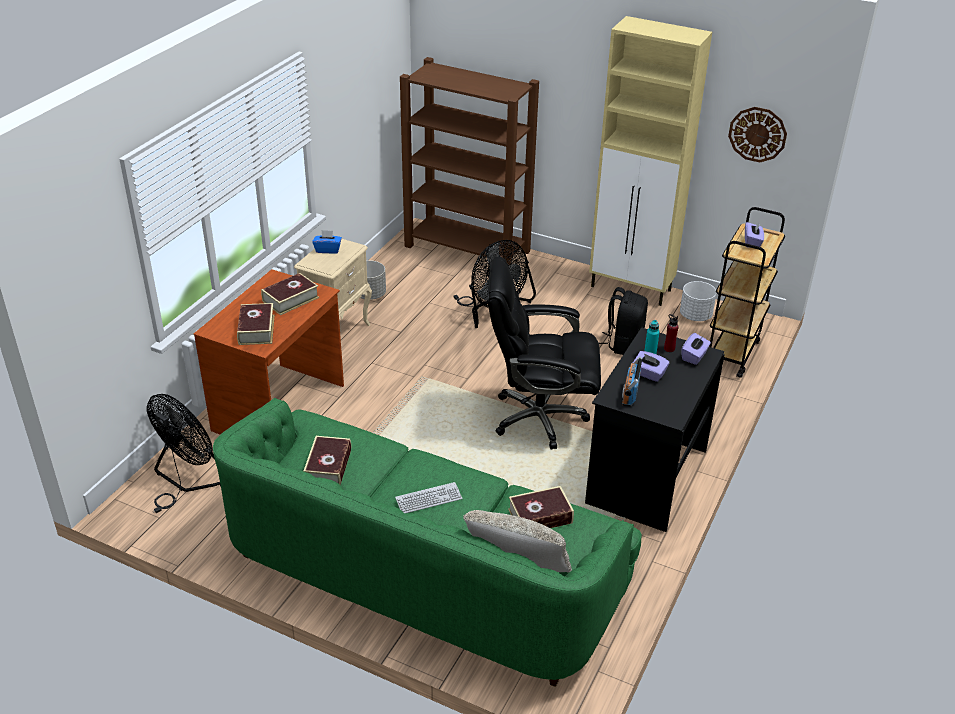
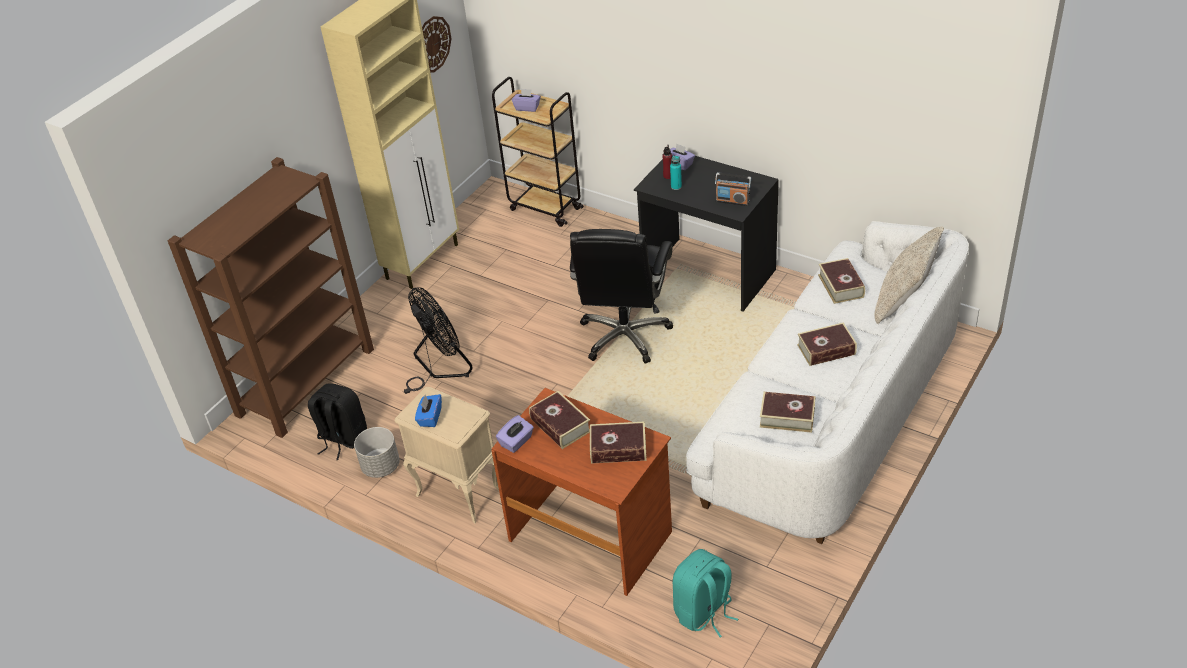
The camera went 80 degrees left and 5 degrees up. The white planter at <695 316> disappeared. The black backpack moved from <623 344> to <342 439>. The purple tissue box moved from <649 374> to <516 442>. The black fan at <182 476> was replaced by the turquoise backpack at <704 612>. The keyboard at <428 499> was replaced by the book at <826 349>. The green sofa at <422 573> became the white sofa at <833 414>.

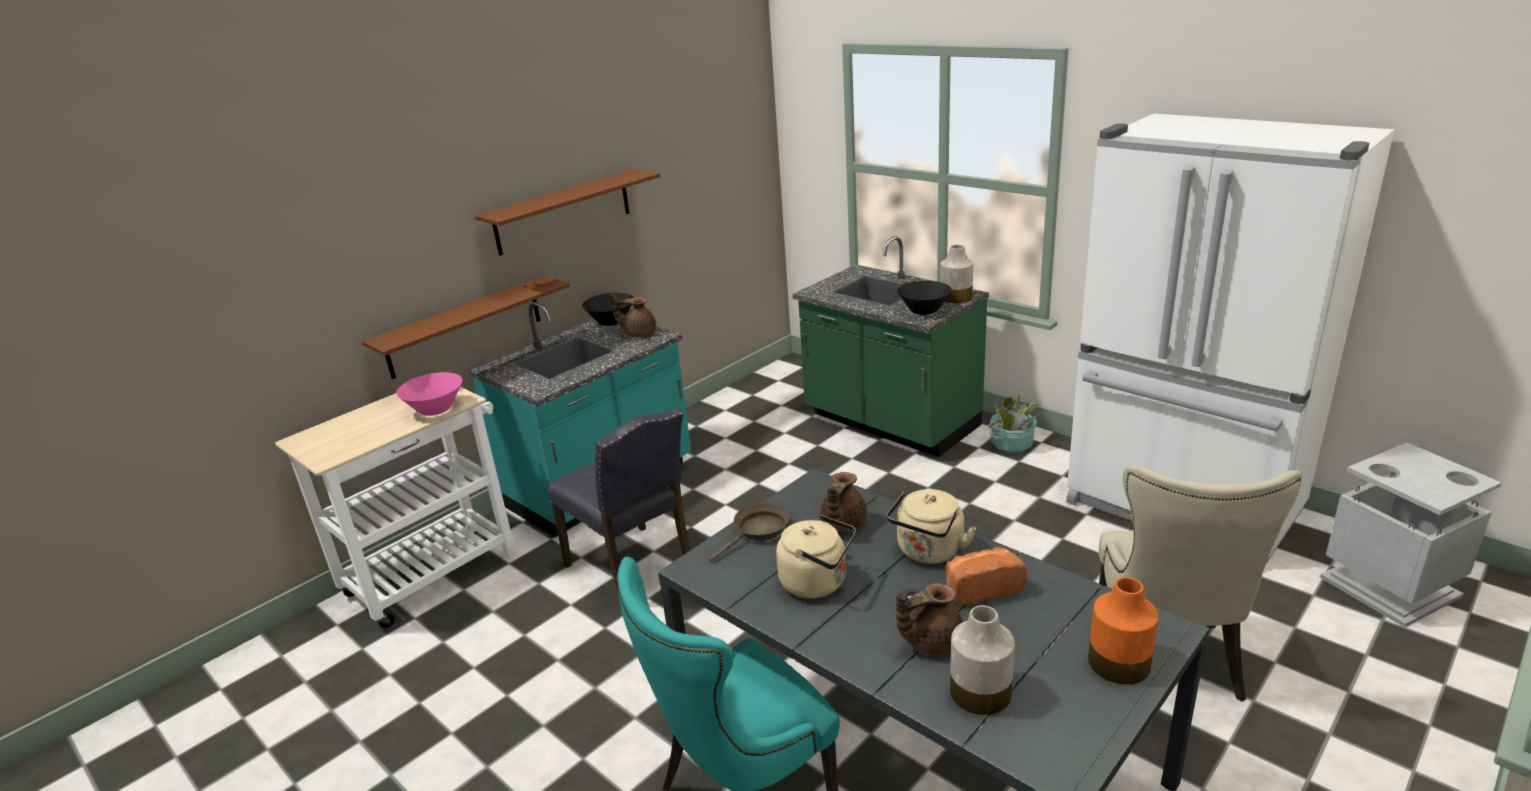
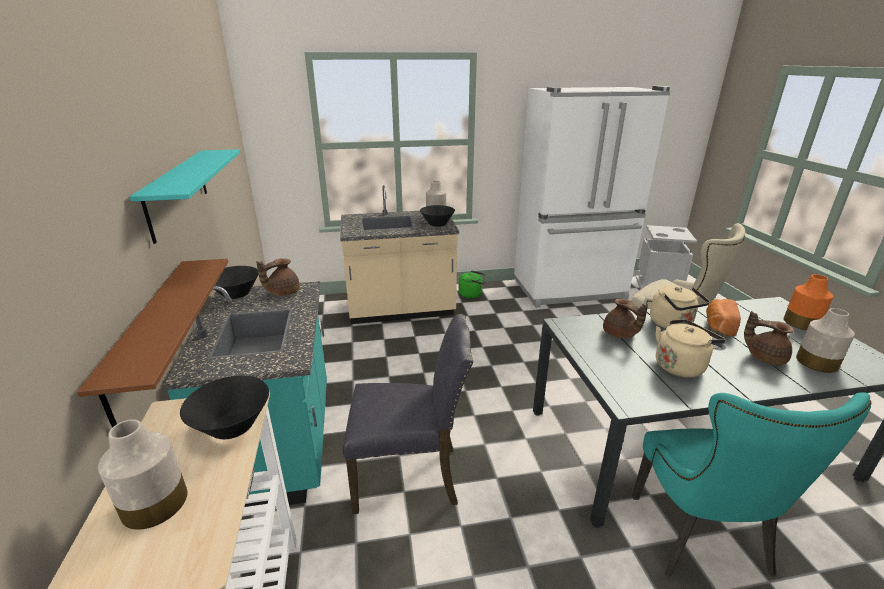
The camera went 55 degrees left and 0 degrees up. The brown frying pan at <758 531> disappeared. The beige vase at <154 502> appeared. The potted plant at <1012 444> was replaced by the green kettle at <472 294>. The pink bowl at <436 409> became the black bowl at <233 426>. The brown shelf at <563 212> became the turquoise shelf at <177 192>. The green counter at <890 422> became the beige counter at <401 310>. The brown teapot at <931 642> turned 105 degrees clockwise.

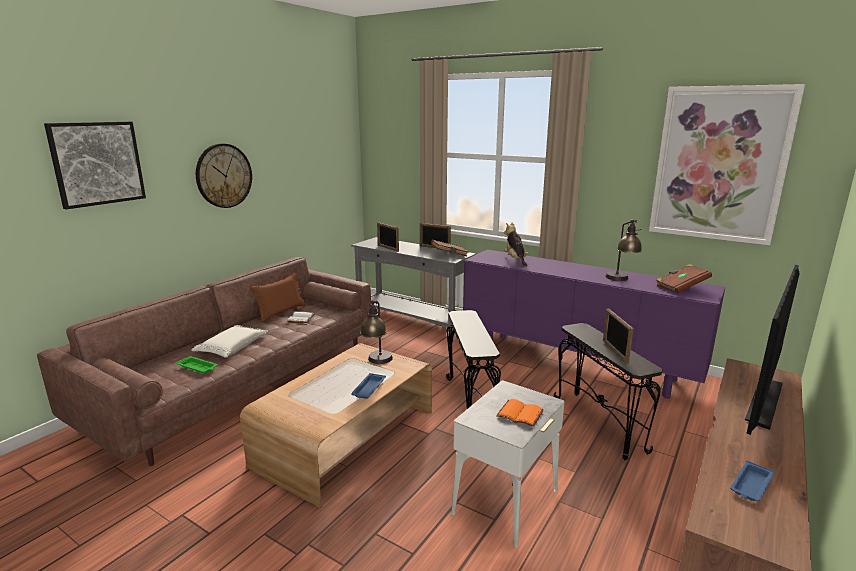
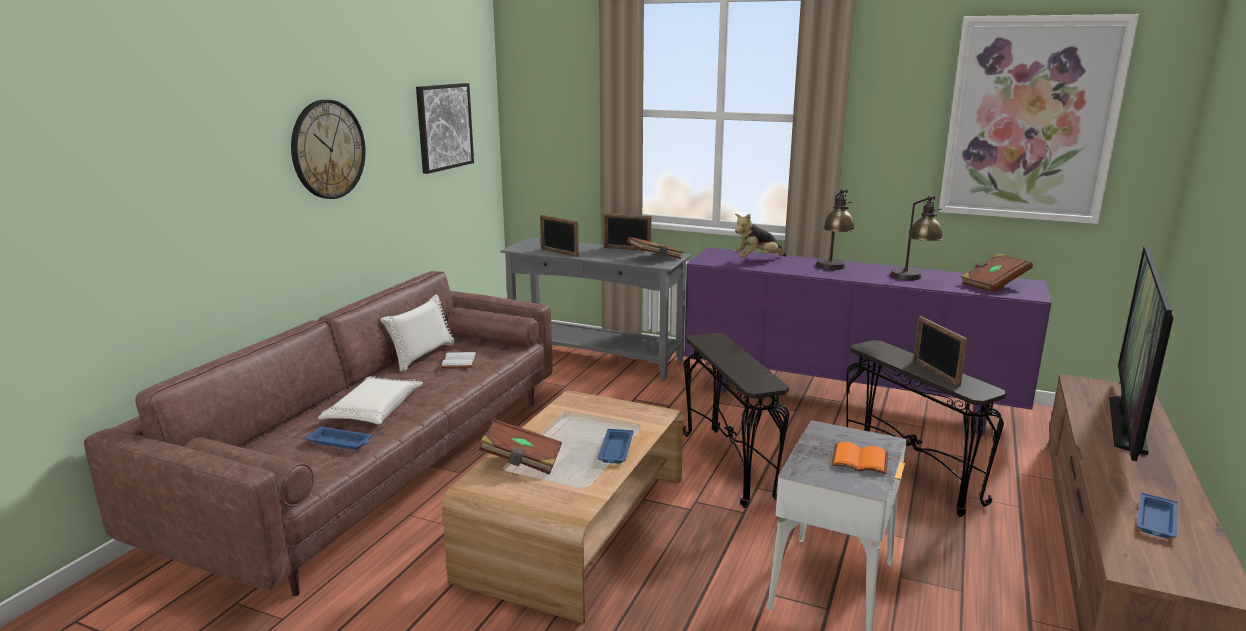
The camera went 10 degrees left and 0 degrees up. The brown book at <522 461> appeared. The picture moved from <97 163> to <444 127>. The table lamp moved from <377 363> to <832 269>. The green tray at <198 367> became the blue tray at <340 442>. The brown pillow at <281 312> became the white pillow at <422 356>. The plush toy at <515 260> turned 90 degrees counterclockwise.

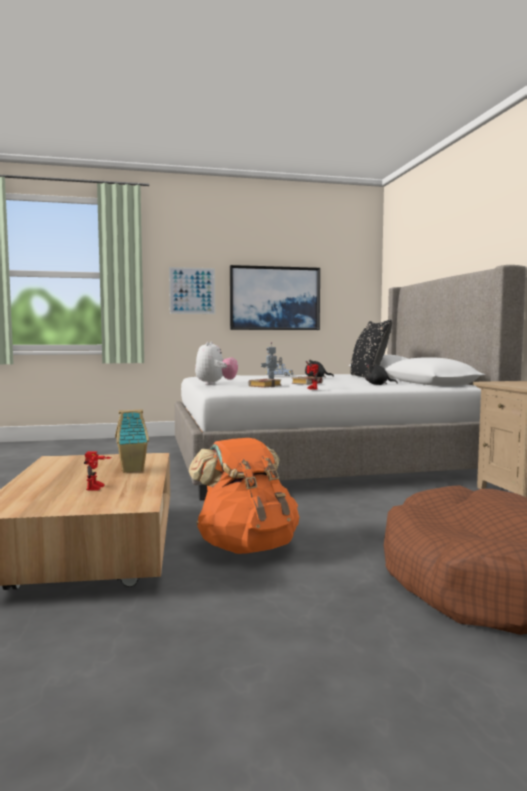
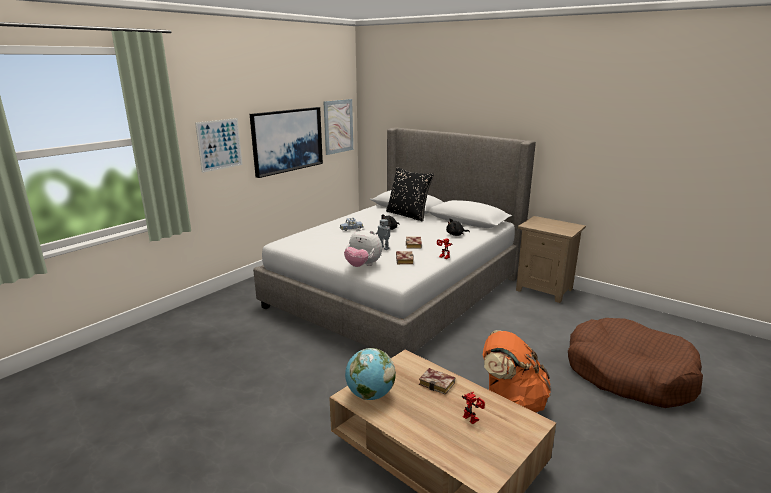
The camera went 40 degrees left and 15 degrees up. The picture at <338 126> appeared. The globe at <370 395> appeared. The toy house at <133 469> was replaced by the book at <438 384>. The plush toy at <215 384> turned 150 degrees clockwise.

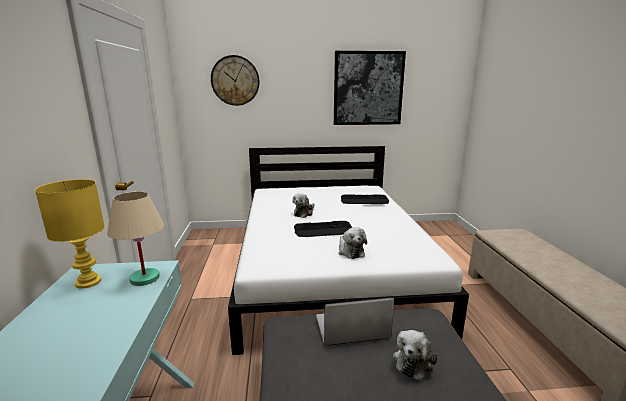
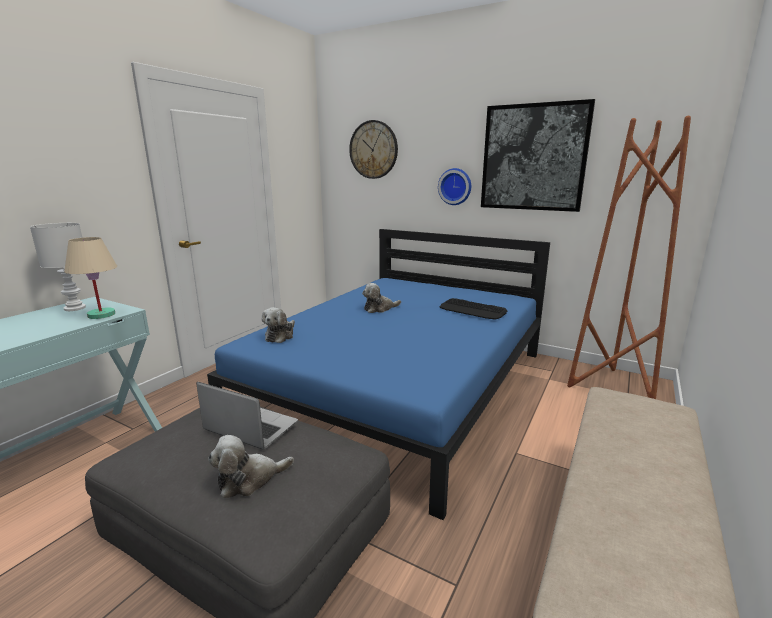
The camera went 35 degrees right and 0 degrees up. The keyboard at <323 230> disappeared. The wall clock at <455 186> appeared. The brown clothes rack at <611 387> appeared. The plush toy moved from <350 251> to <280 336>. The yellow table lamp at <88 283> became the white table lamp at <74 308>. The white bed at <329 268> became the blue bed at <401 385>.

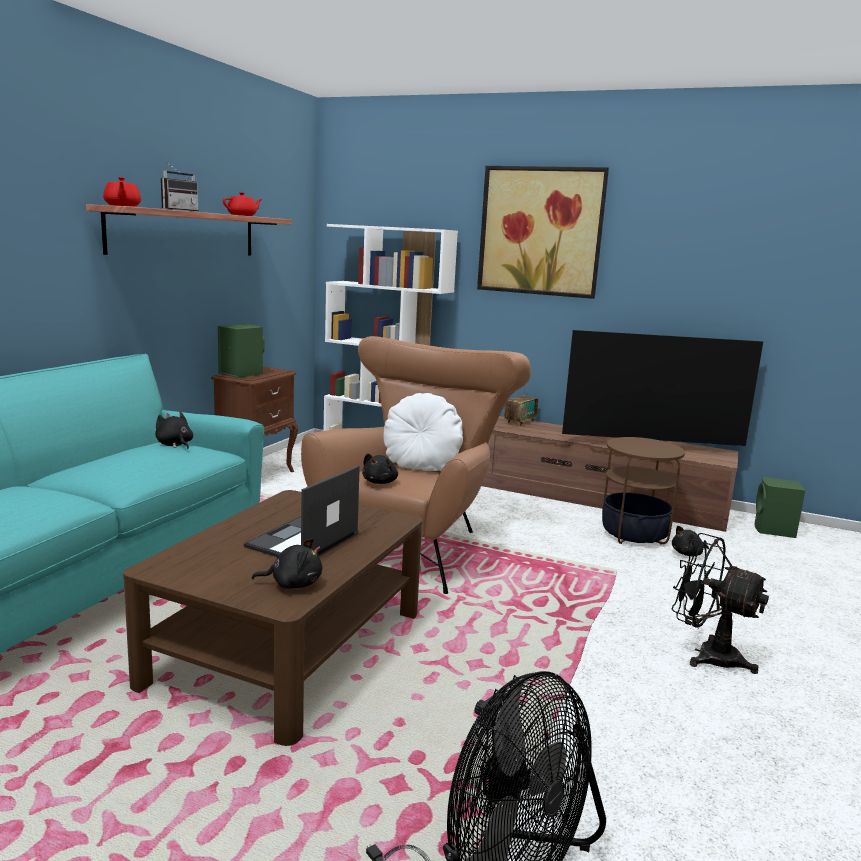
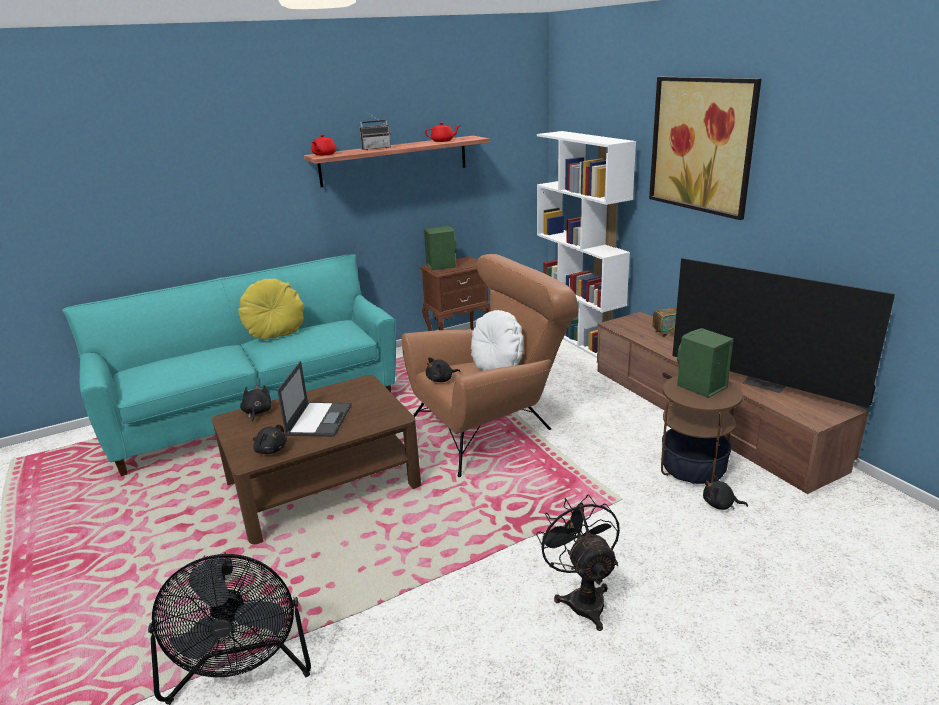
The camera went 40 degrees right and 10 degrees up. The yellow pillow at <276 335> appeared. The black plush toy moved from <175 445> to <257 412>. The green speaker moved from <774 531> to <700 387>. The laptop at <302 541> turned 120 degrees clockwise.

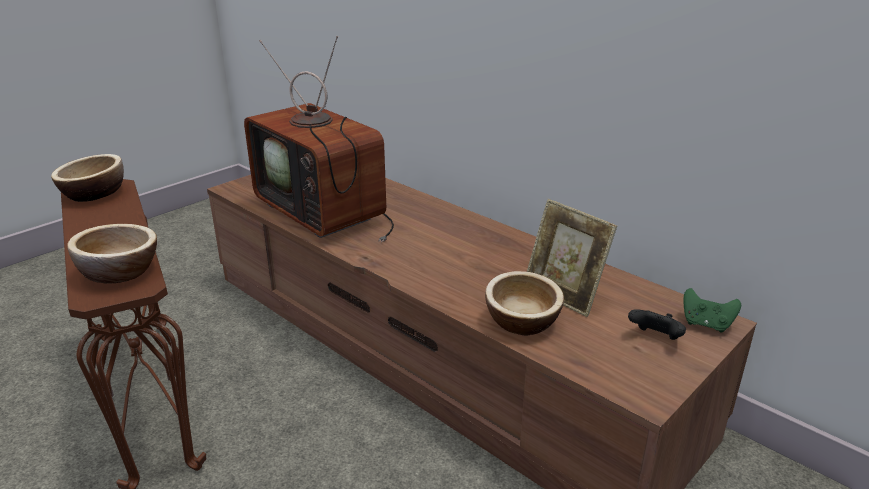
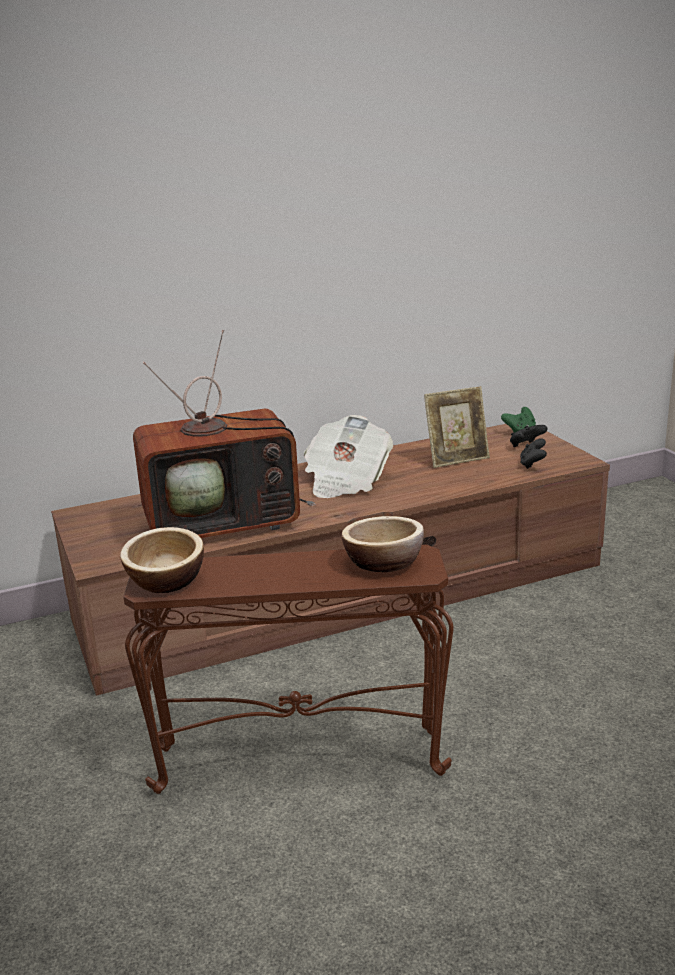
The camera went 65 degrees left and 5 degrees down. The bowl at <522 321> disappeared. The newspaper at <346 481> appeared. The black game controller at <532 464> appeared.

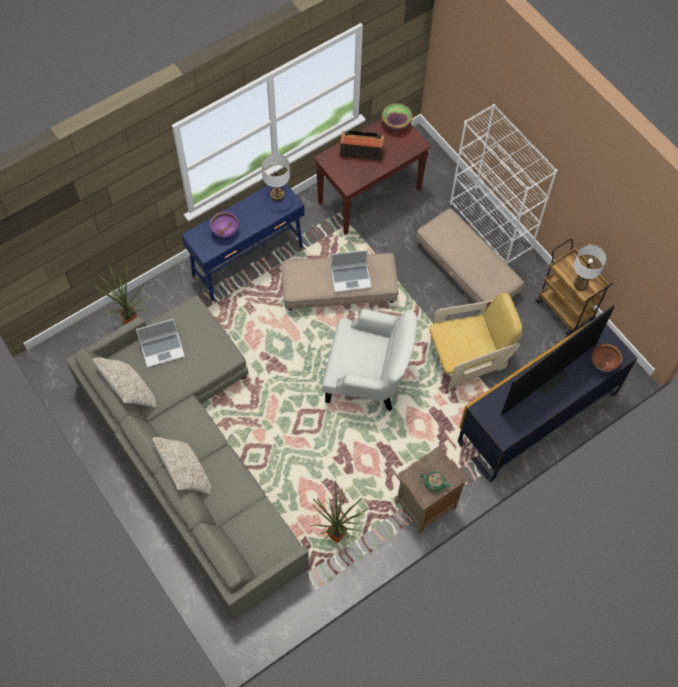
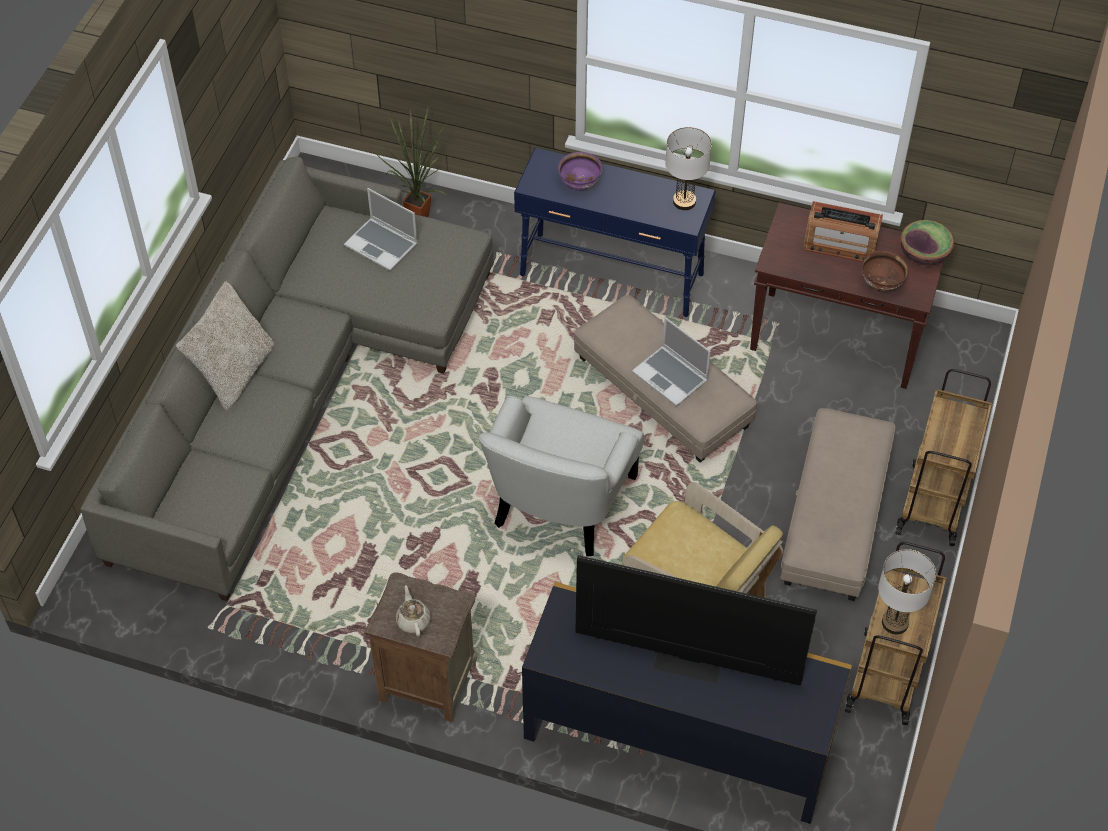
The camera went 55 degrees right and 10 degrees down. The beige pillow at <129 392> disappeared. The potted plant at <338 534> disappeared. The brown bowl moved from <603 363> to <881 284>. The white bookcase at <491 227> was replaced by the brown cart at <932 505>. The green teapot at <433 483> became the beige teapot at <413 620>. The white armchair at <368 377> turned 45 degrees clockwise. The radio at <361 151> turned 135 degrees clockwise.

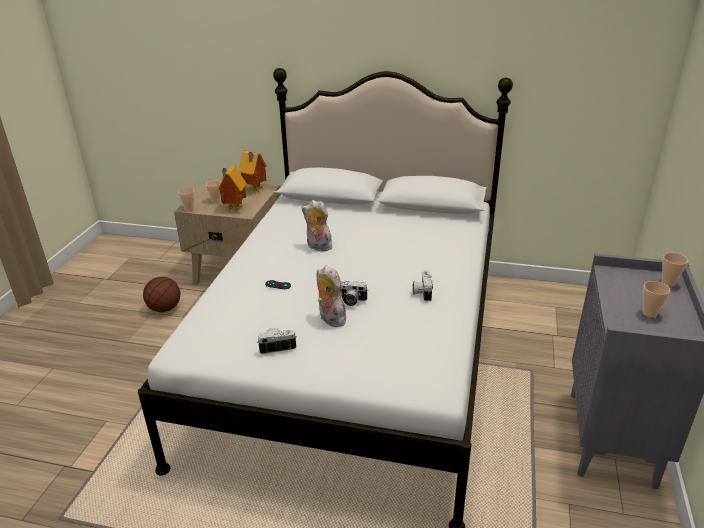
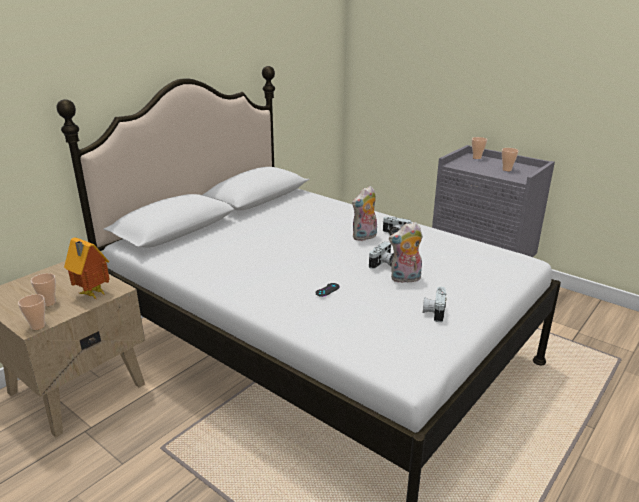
The camera went 65 degrees left and 5 degrees down. The basketball at <164 309> disappeared. The toy house at <254 190> disappeared. The plush toy moved from <317 247> to <364 237>.

